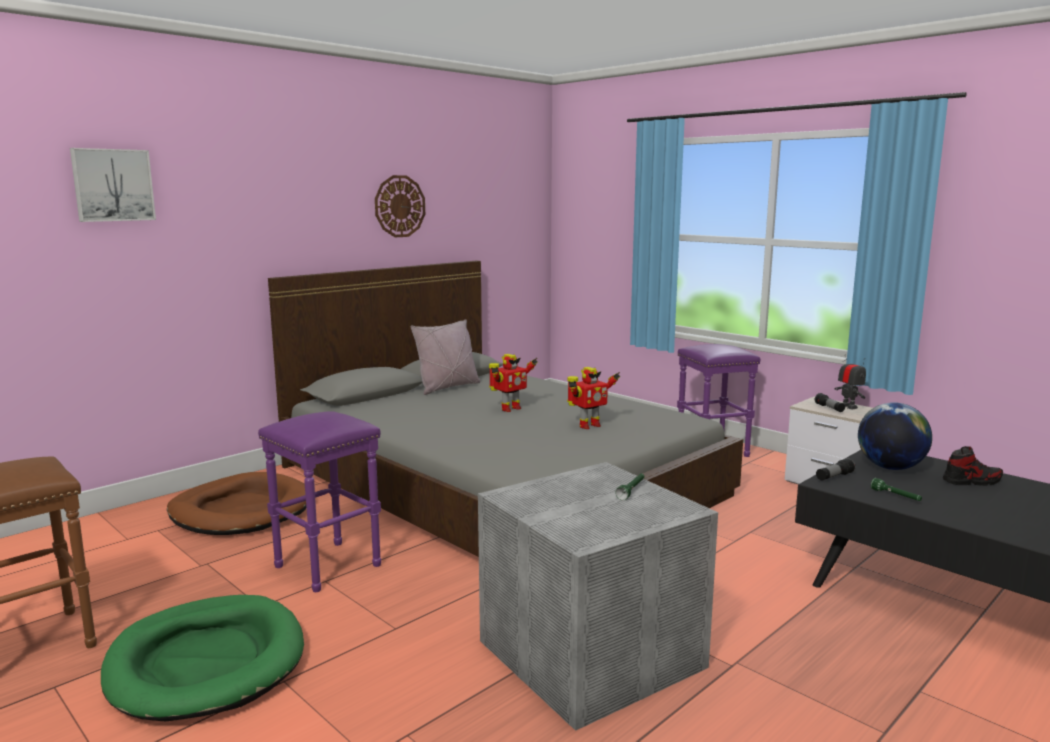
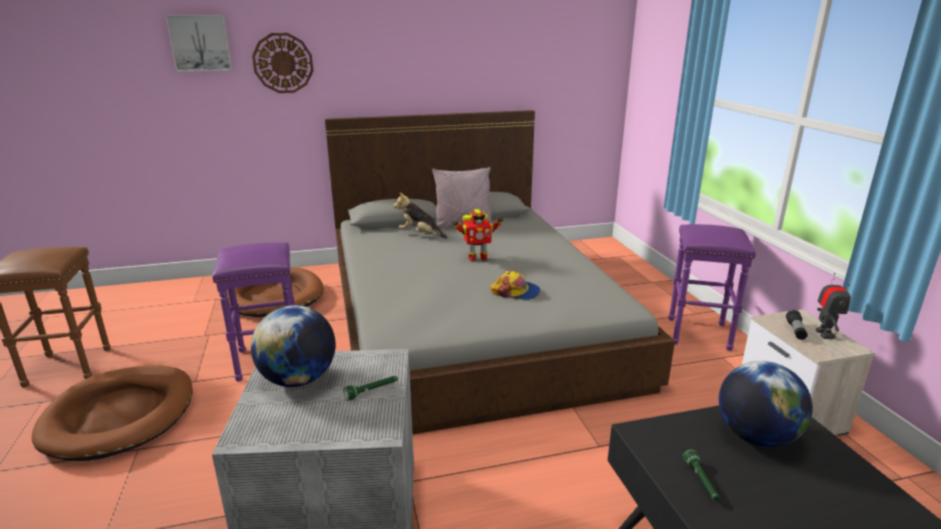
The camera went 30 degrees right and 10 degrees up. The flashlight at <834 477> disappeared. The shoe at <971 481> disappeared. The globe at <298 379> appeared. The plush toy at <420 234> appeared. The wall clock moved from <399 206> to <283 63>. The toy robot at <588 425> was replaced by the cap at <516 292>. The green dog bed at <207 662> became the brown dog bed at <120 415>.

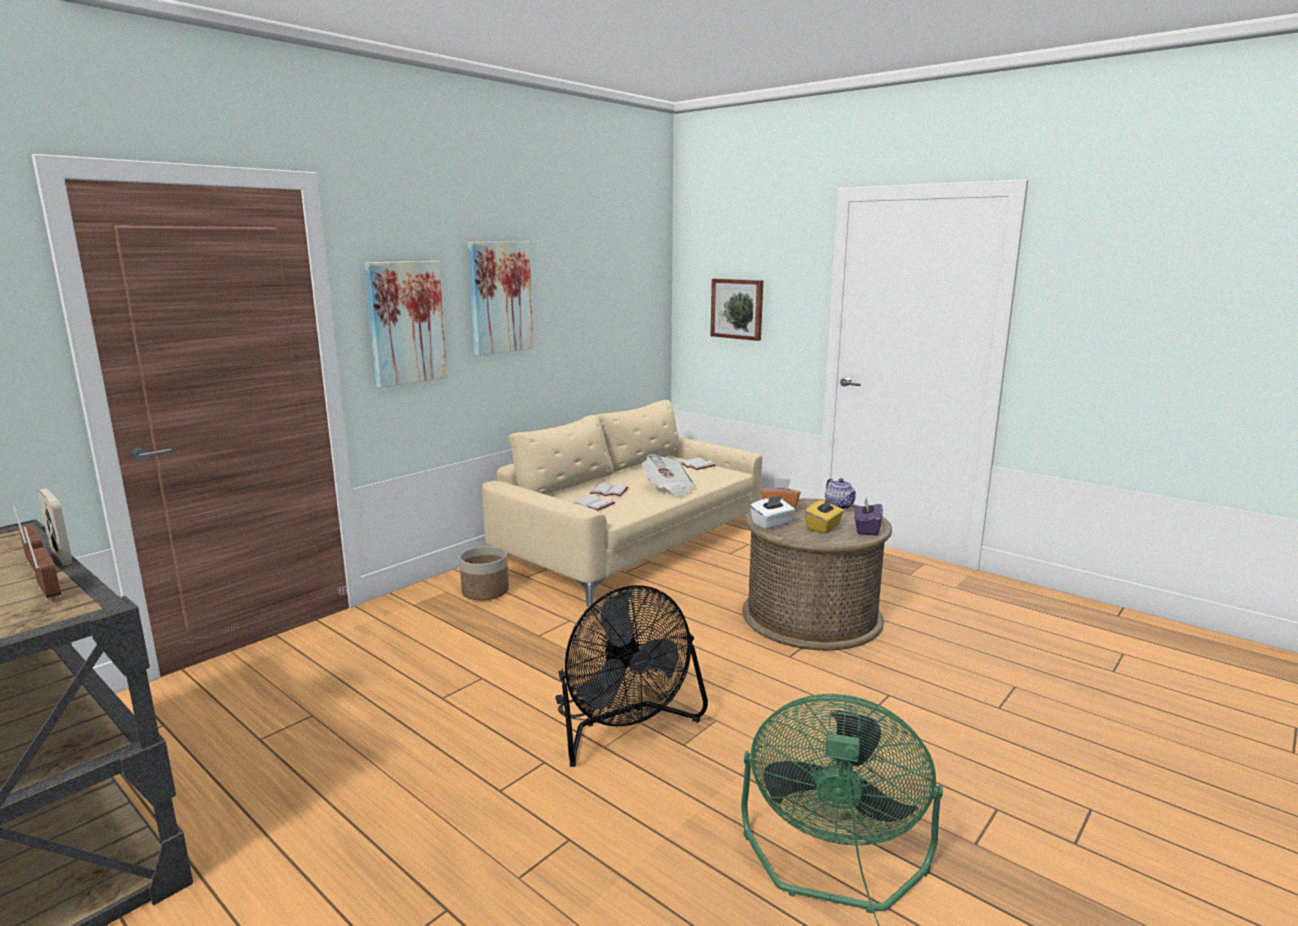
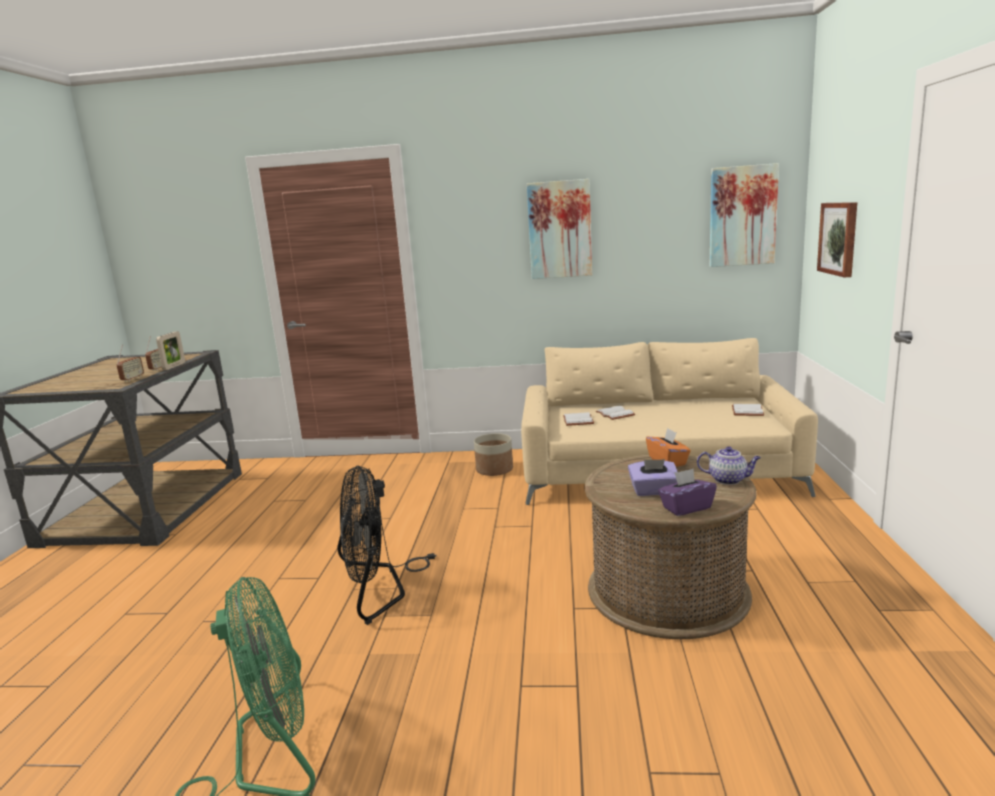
The camera went 55 degrees right and 0 degrees up. The newspaper at <668 489> disappeared. The white tissue box at <772 524> disappeared. The picture moved from <406 322> to <742 216>. The yellow tissue box at <823 527> became the purple tissue box at <653 491>. The black fan at <618 728> turned 45 degrees clockwise. The teapot at <840 506> turned 105 degrees counterclockwise.

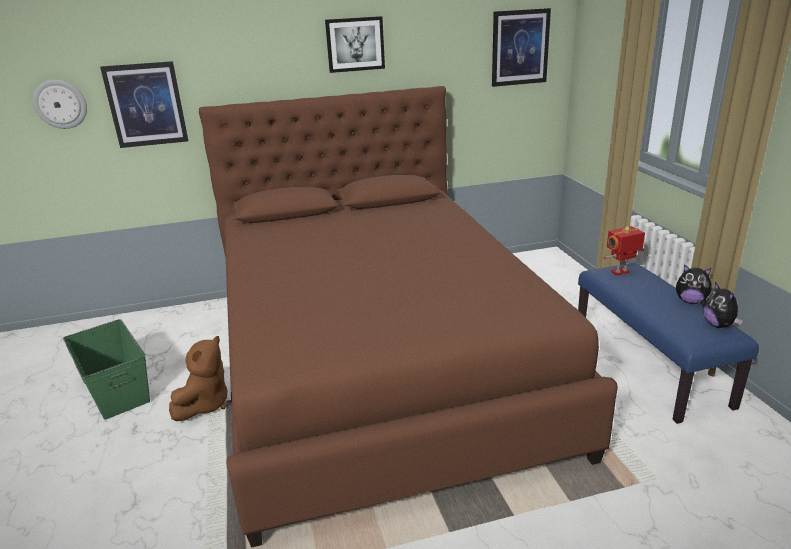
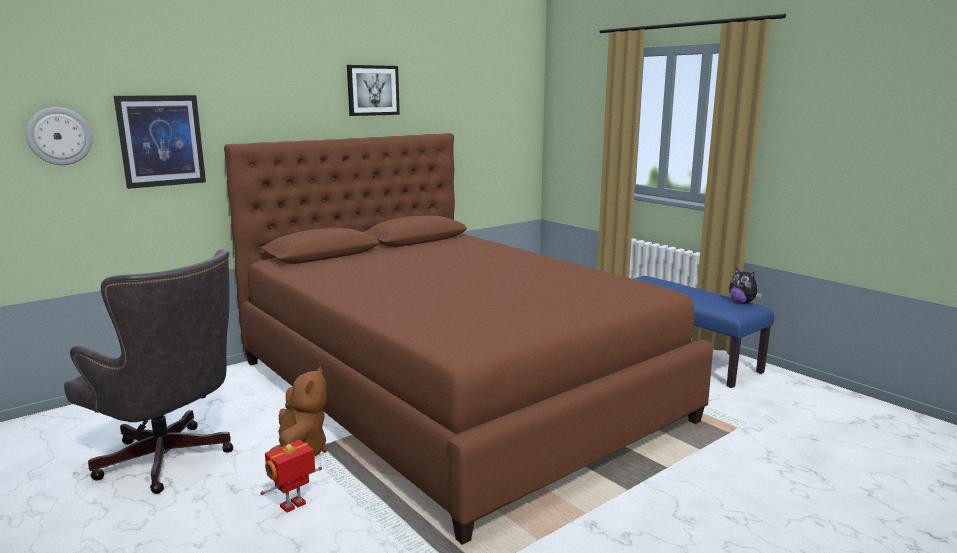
The camera went 25 degrees left and 10 degrees down. The picture at <520 47> disappeared. The plush toy at <690 301> disappeared. The toy robot moved from <621 272> to <293 506>. The green storage box at <115 389> was replaced by the grey office chair at <170 461>.

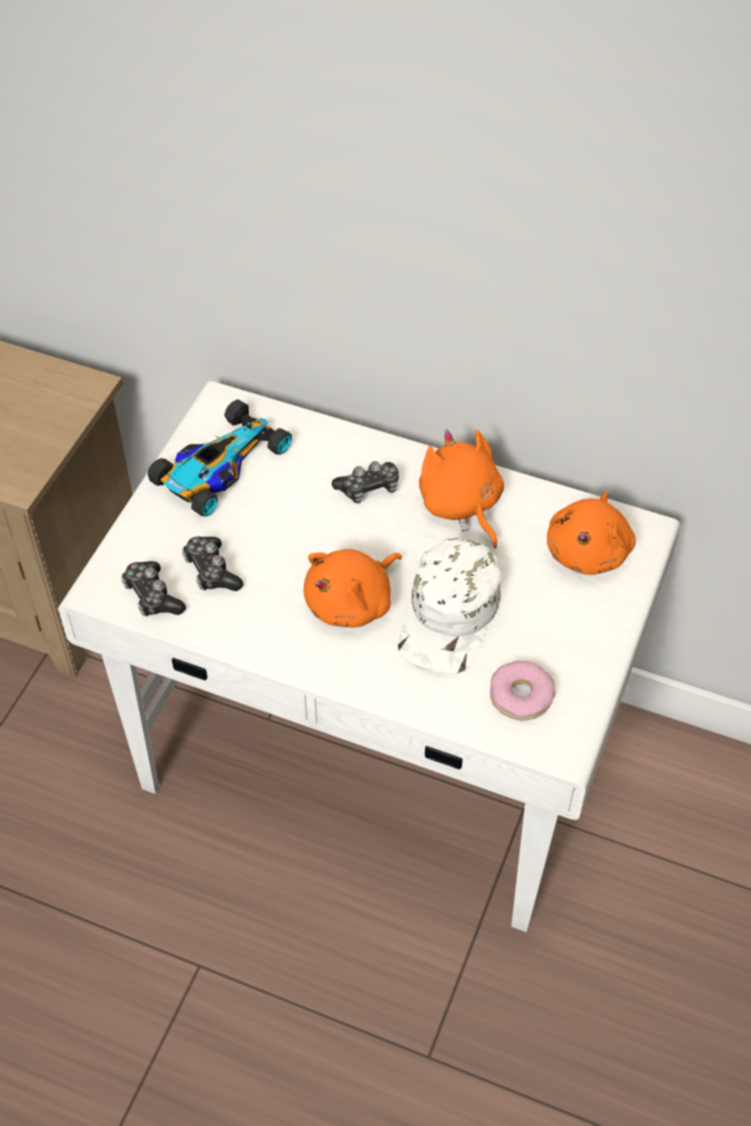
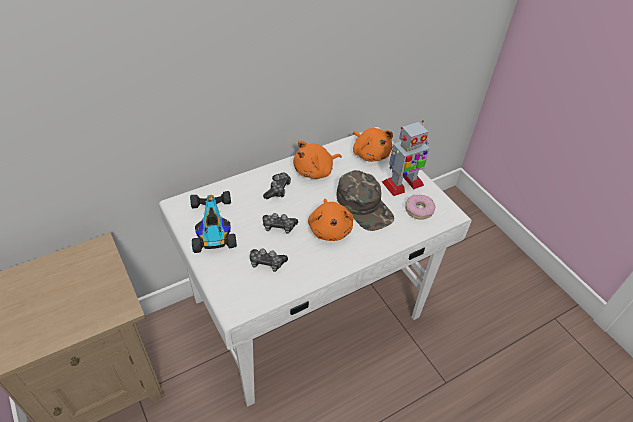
The camera went 55 degrees left and 5 degrees down. The toy robot at <402 184> appeared. The game controller moved from <152 596> to <279 226>. The white cap at <450 616> became the green cap at <364 206>. The orange plush toy at <461 506> turned 45 degrees counterclockwise.

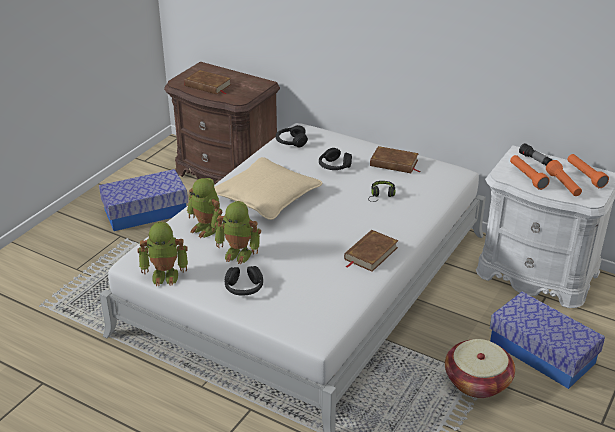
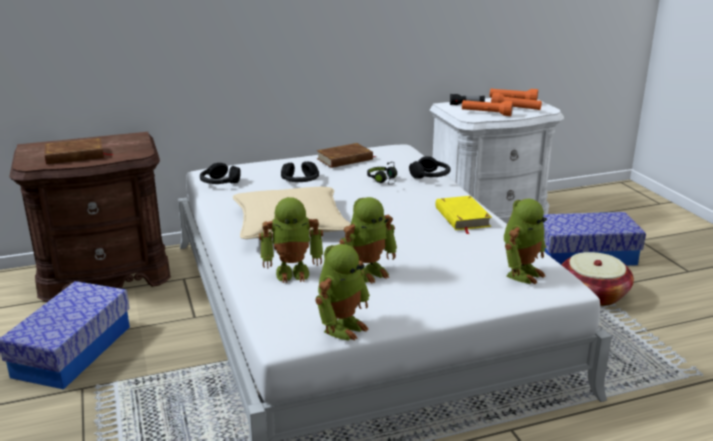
The camera went 50 degrees left and 10 degrees down. The toy robot at <521 273> appeared. The black headphones moved from <244 288> to <430 176>. The brown book at <370 253> became the yellow book at <462 217>.

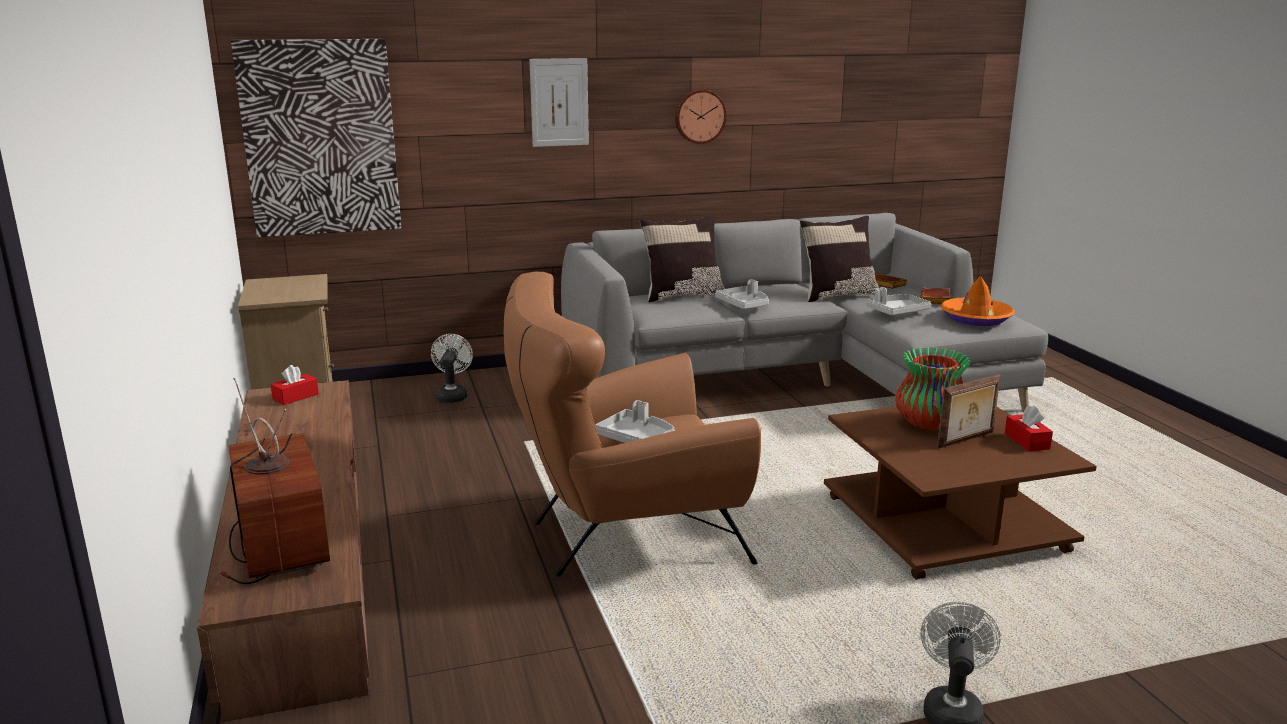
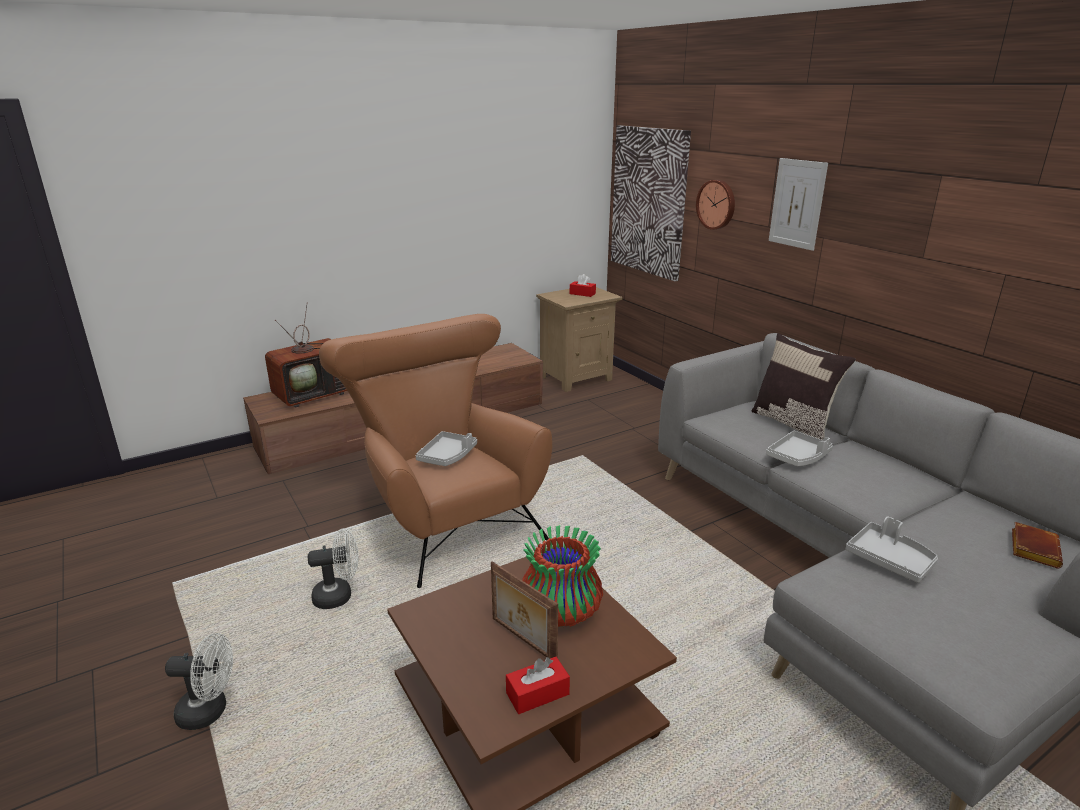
The camera went 75 degrees right and 5 degrees up. The pillow at <837 296> disappeared. The brown book at <936 300> disappeared. The orange hat at <975 318> disappeared. The red tissue box moved from <295 397> to <582 294>. The white fan moved from <452 395> to <339 595>. The wall clock moved from <699 116> to <717 204>.

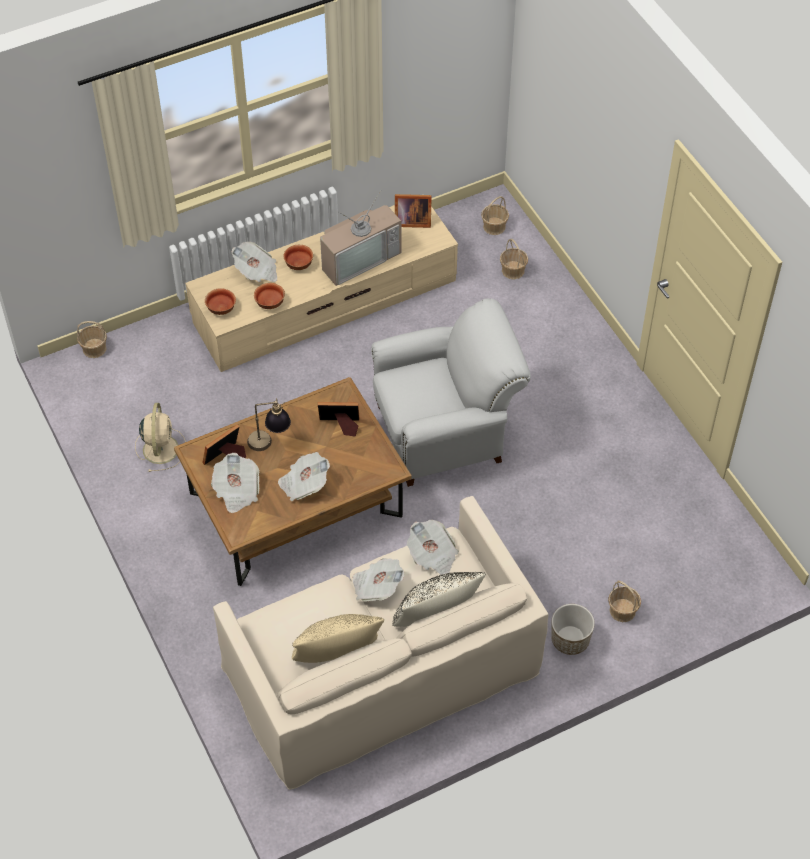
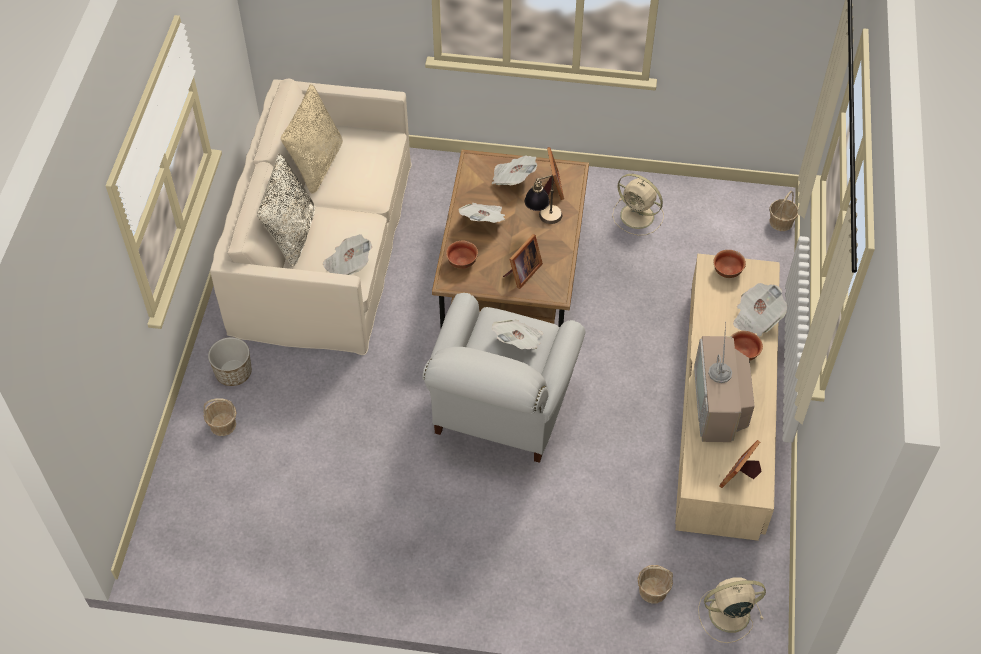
The camera went 125 degrees right and 0 degrees up. The bowl moved from <270 304> to <461 262>. The newspaper moved from <377 587> to <518 342>. The basket at <494 226> was replaced by the beige fan at <727 613>.

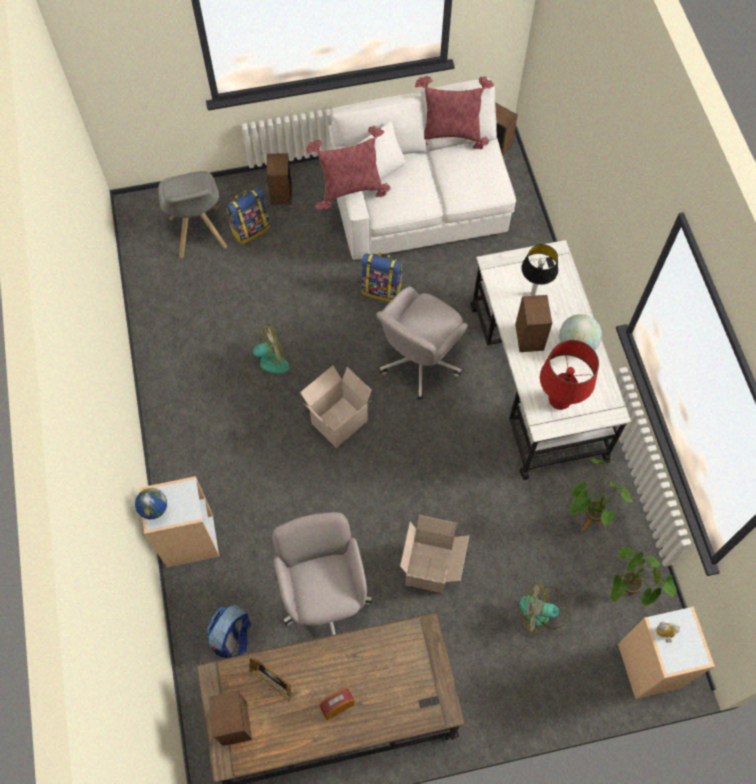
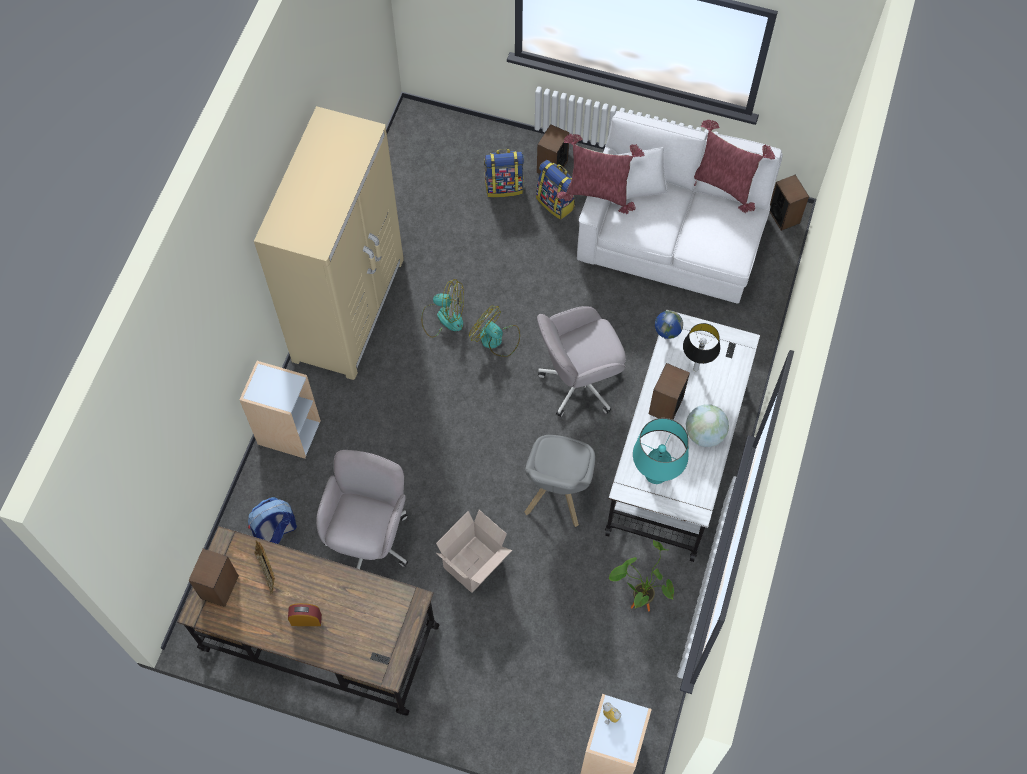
The camera went 30 degrees right and 0 degrees up. The cardboard box at <339 420> disappeared. The potted plant at <624 597> disappeared. The beige cabinet at <350 308> appeared. The globe moved from <156 513> to <665 337>. The grey chair moved from <198 233> to <557 494>. The backpack moved from <382 289> to <556 203>. The fan moved from <542 612> to <496 339>. The red table lamp at <559 400> became the turquoise table lamp at <656 474>.

